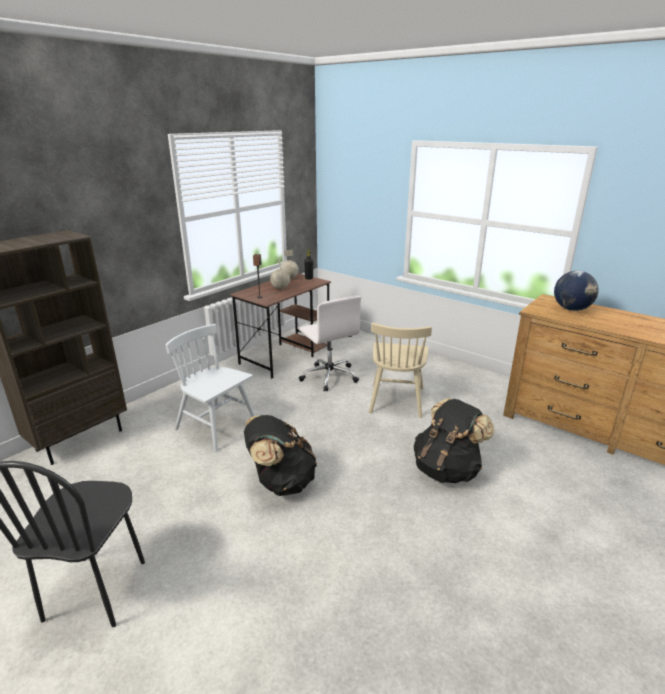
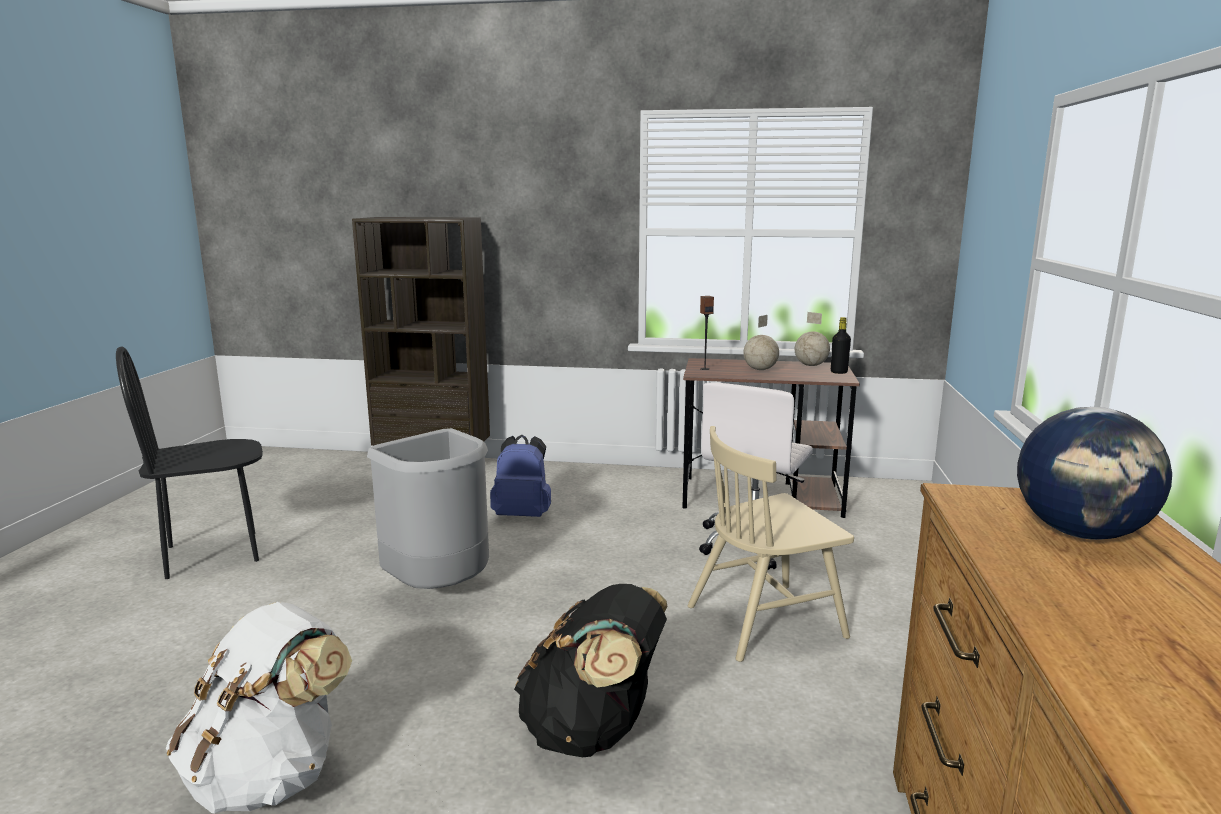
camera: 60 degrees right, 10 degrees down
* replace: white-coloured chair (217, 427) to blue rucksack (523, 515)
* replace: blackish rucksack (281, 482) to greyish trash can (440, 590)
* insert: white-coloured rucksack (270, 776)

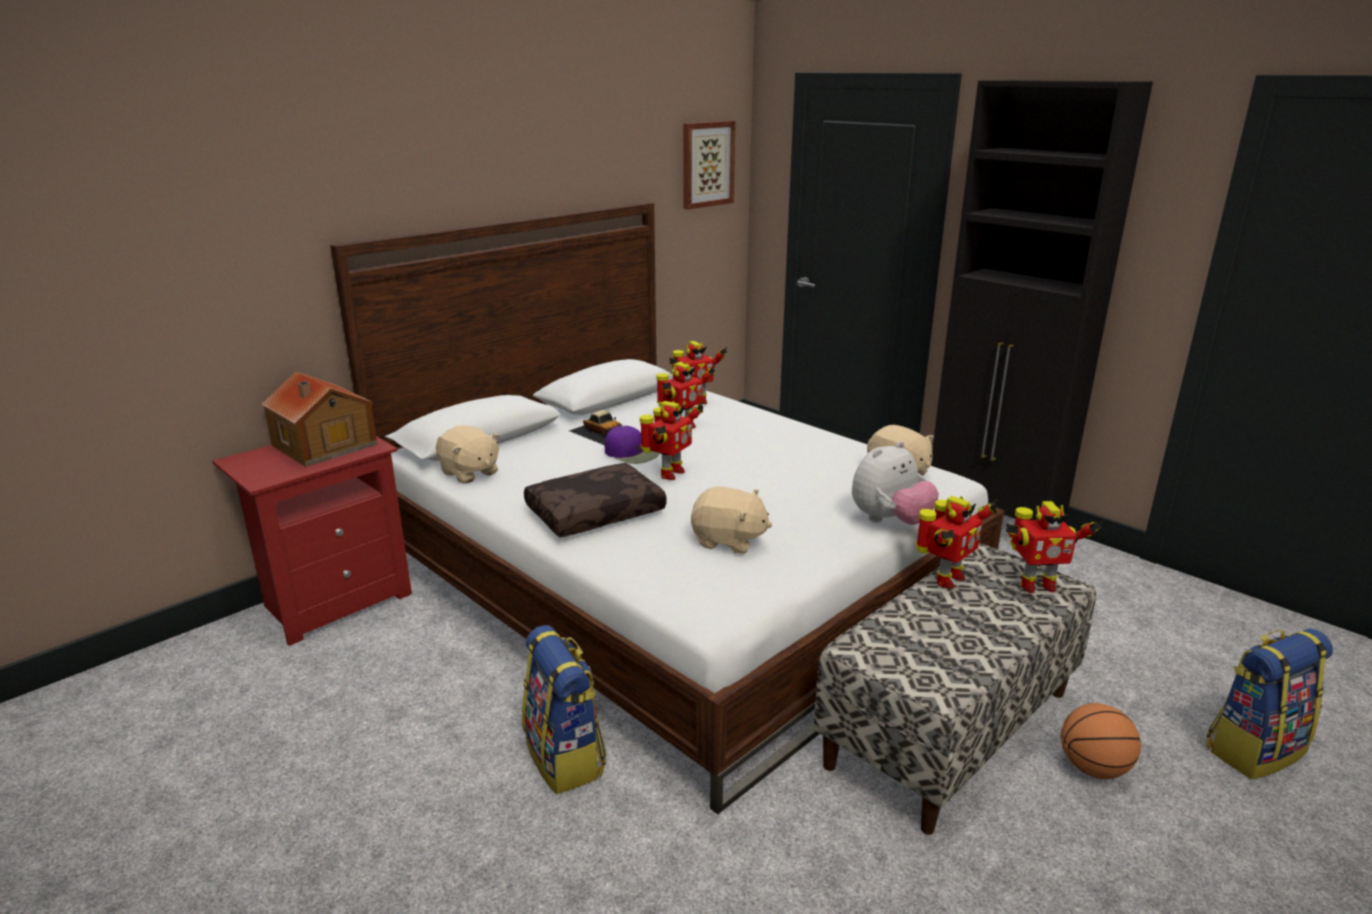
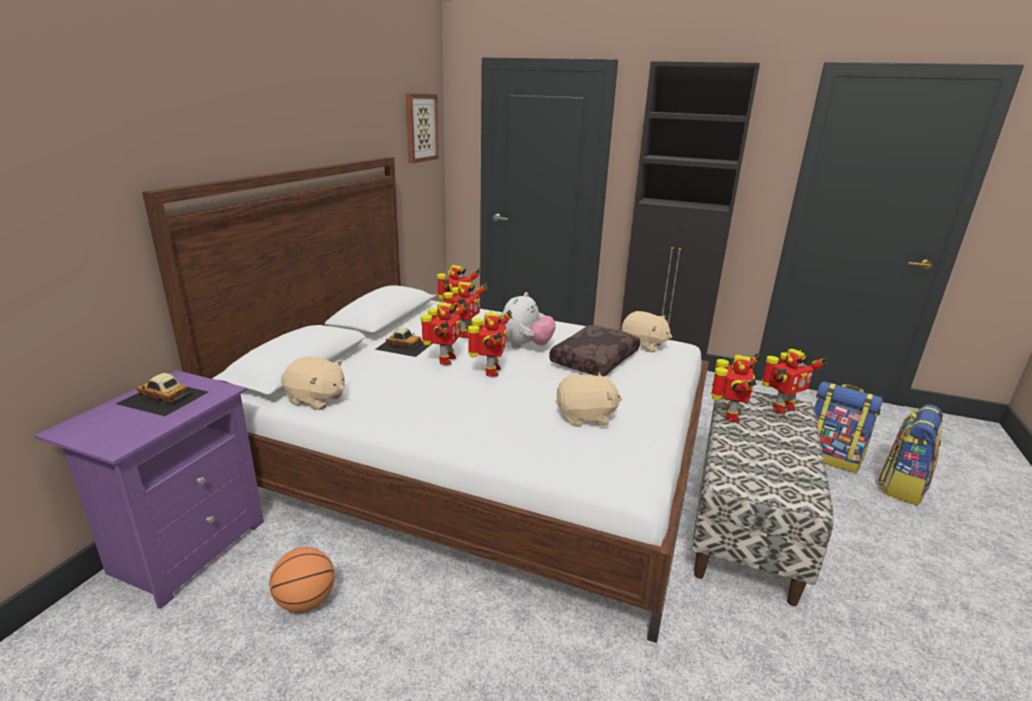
camera: 25 degrees left, 0 degrees up
* replace: toy house (323, 446) to miniature car (163, 398)
* replace: purple baseball cap (631, 453) to robot figure (445, 360)
* recolor: red-coloured nightstand (335, 601) to purple nightstand (185, 548)
* move: soft toy (890, 521) to (525, 346)
* move: brown throw pillow (595, 512) to (594, 359)
* move: rucksack (566, 757) to (831, 457)
* move: basketball (1093, 768) to (306, 601)

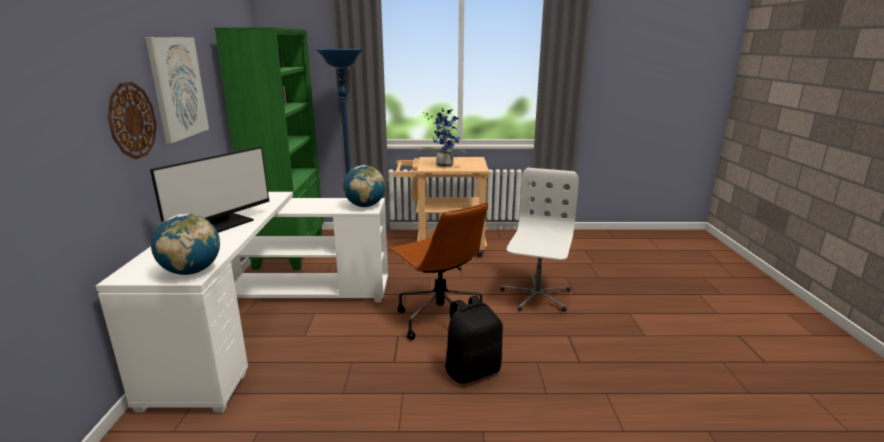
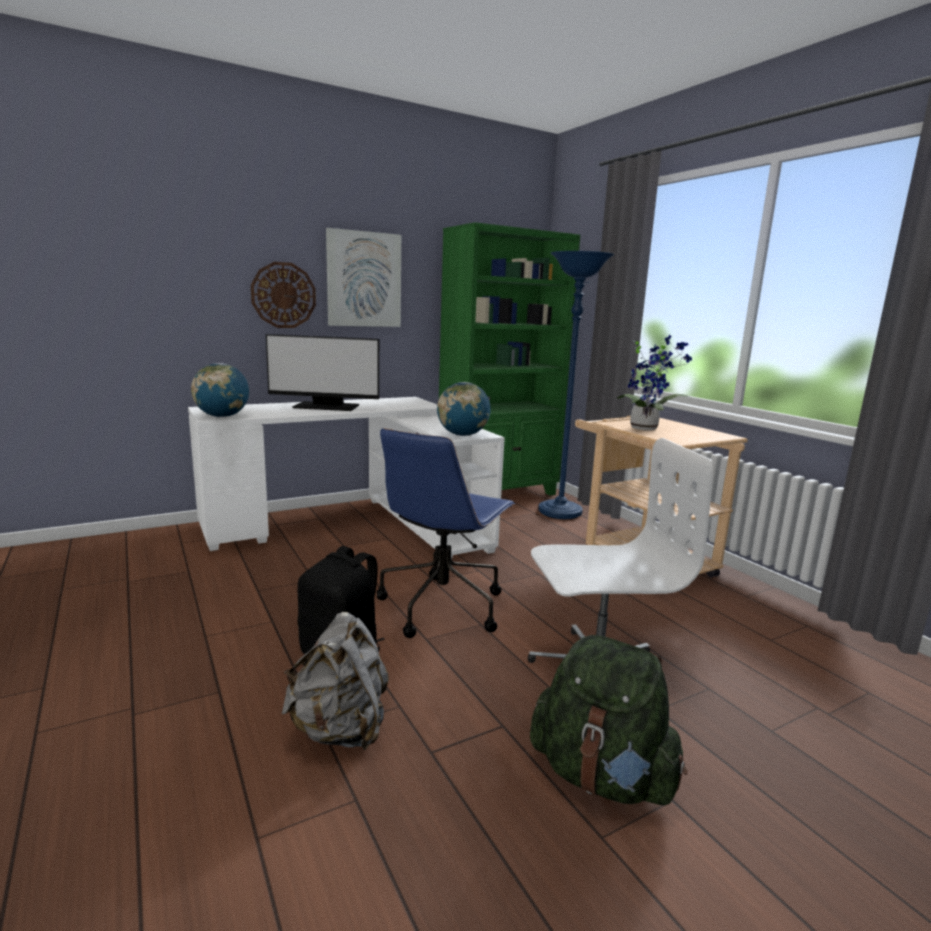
camera: 60 degrees right, 5 degrees down
* recolor: brown desk chair (439, 319) to blue desk chair (442, 605)
* insert: greyish rucksack (340, 729)
* insert: green-coloured rucksack (601, 776)

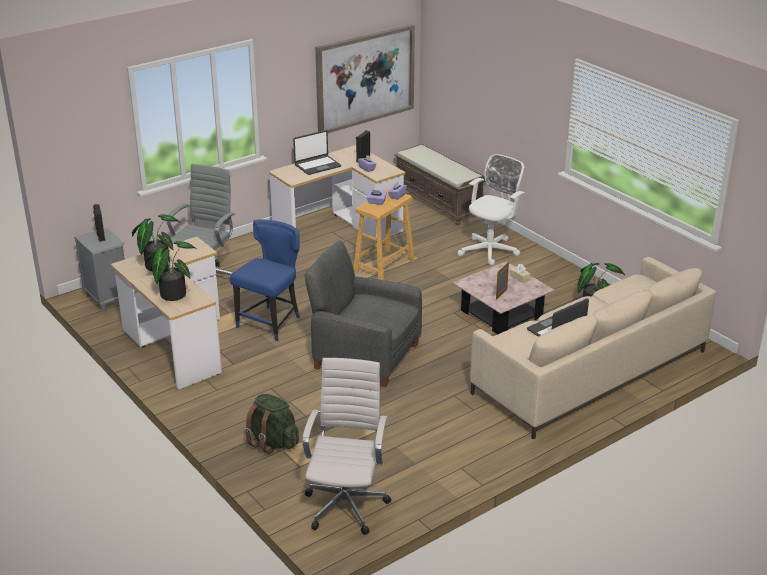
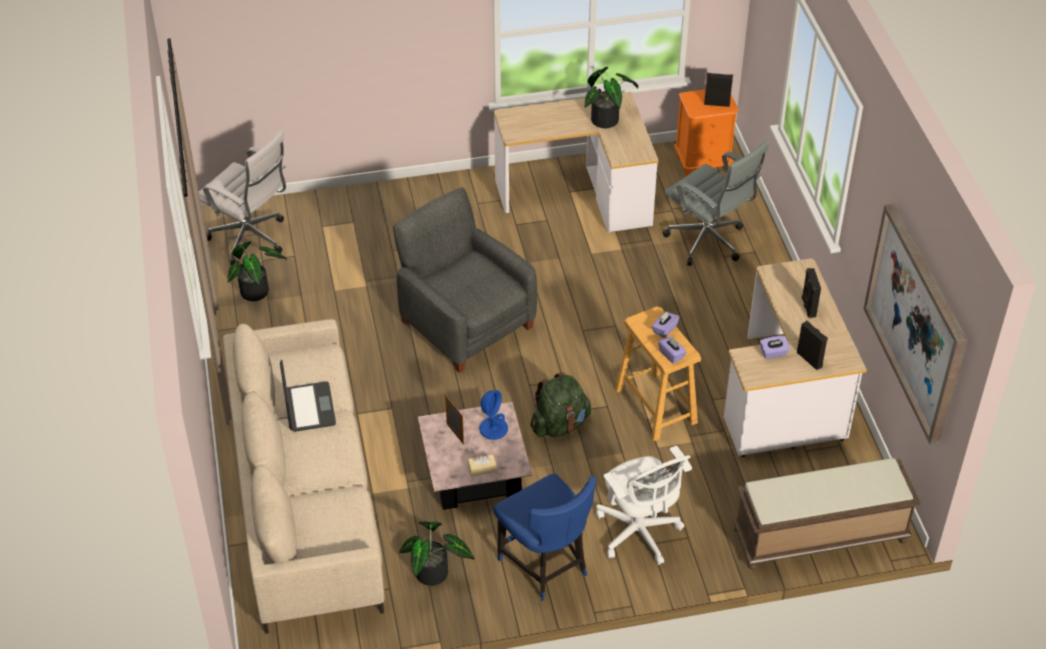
camera: 115 degrees right, 15 degrees up
* replace: laptop (317, 165) to blackish loudspeaker (808, 307)
* move: blue chair (271, 322) to (545, 566)
* recolor: greyish nightstand (107, 299) to orangey nightstand (703, 163)
* move: potted plant (172, 293) to (258, 292)
* rotate: greyish armchair (365, 355) = (465, 323) 90 degrees counterclockwise
* move: green-coloured rucksack (273, 442) to (560, 425)
* insert: blue lamp for a table (493, 428)

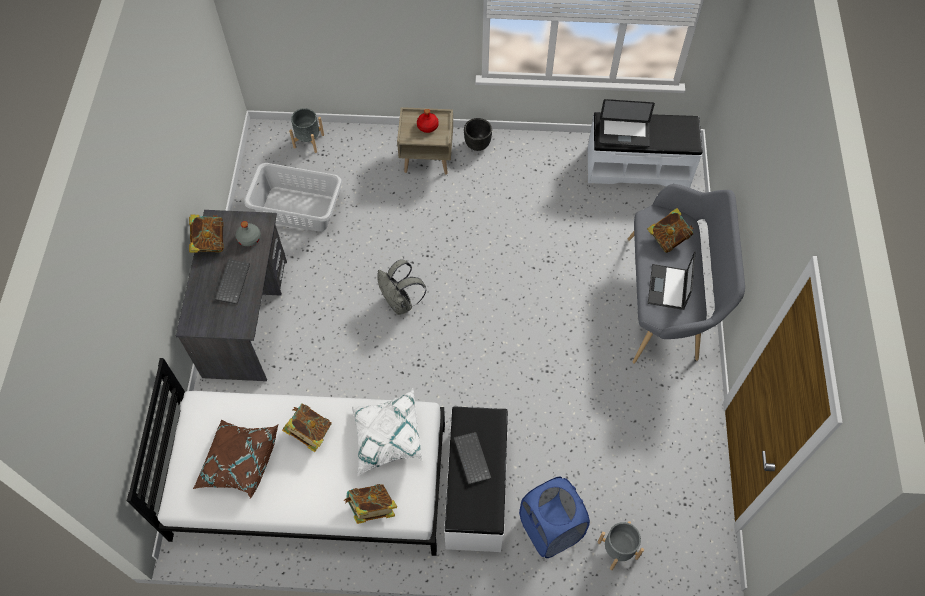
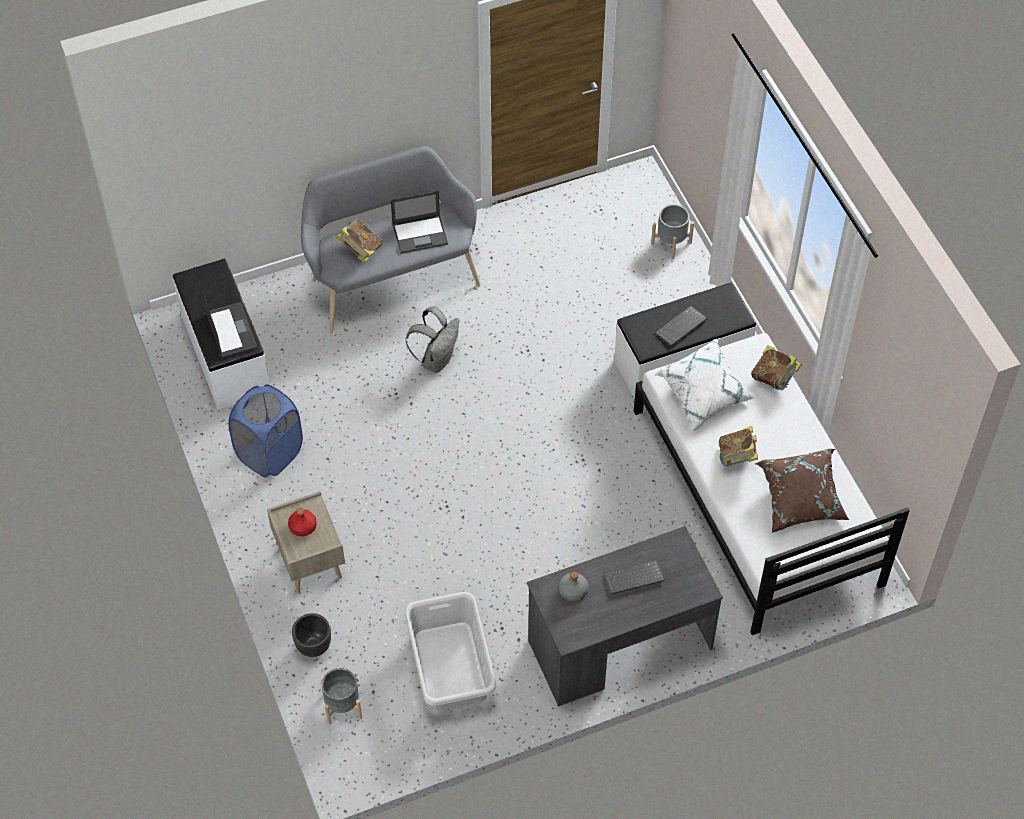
camera: 115 degrees left, 5 degrees down
* move: blackish planter (477, 145) to (313, 646)
* delete: bound book (209, 242)
* move: greyish rucksack (400, 303) to (436, 359)
* move: blue laundry basket (550, 529) to (270, 453)

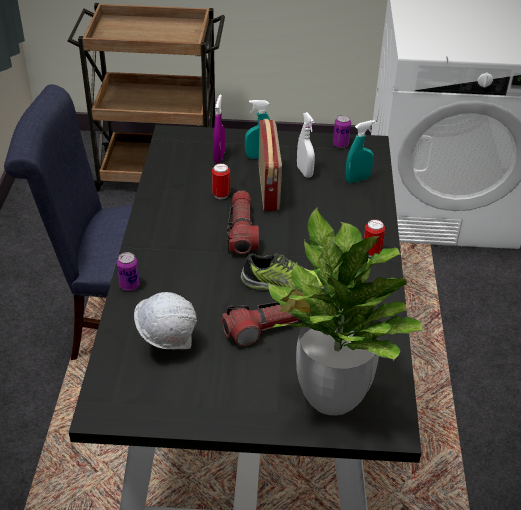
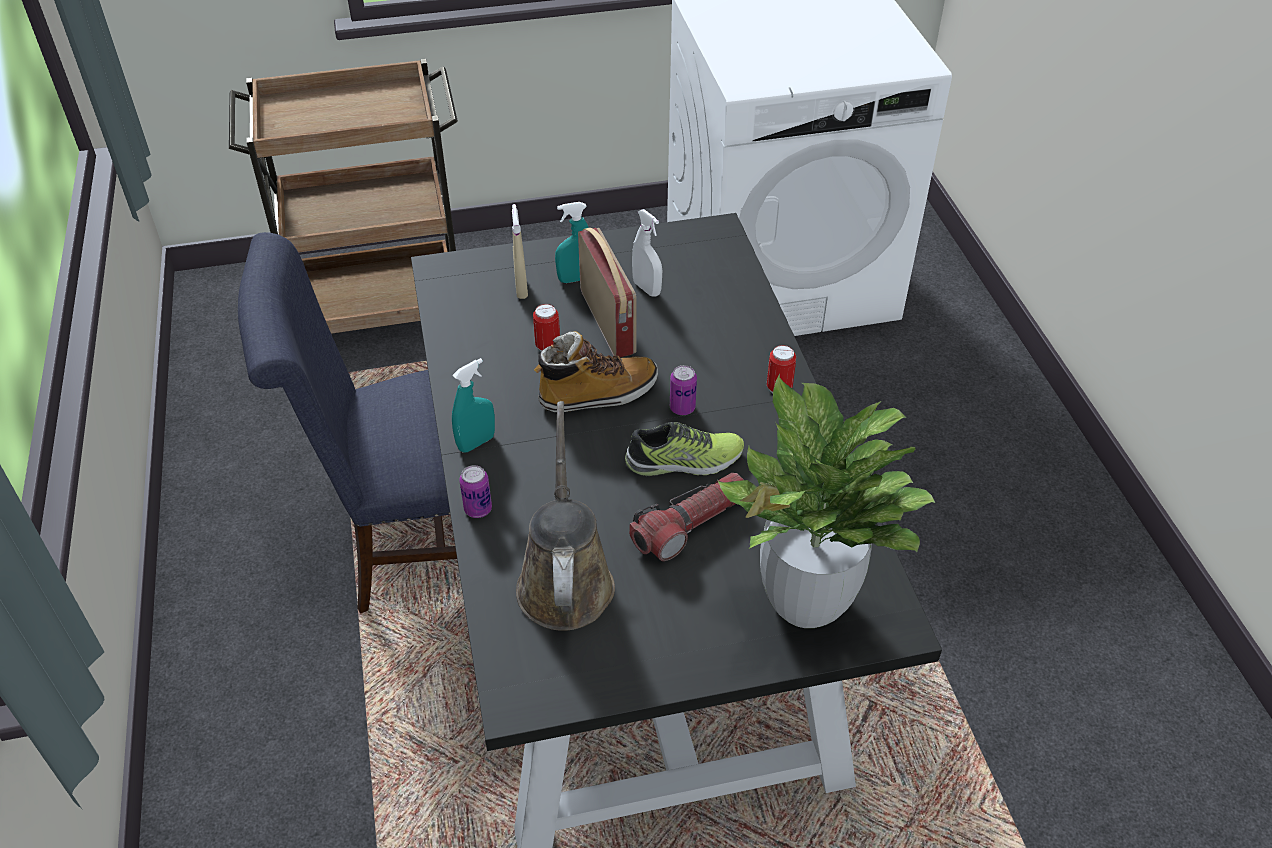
camera: 15 degrees left, 5 degrees up
* recolor: purple hand sprayer (219, 156) to sand-coloured hand sprayer (521, 289)
* move: metal can (340, 144) to (682, 408)
* move: blue-green hand sprayer (357, 179) to (476, 442)
* replace: flashlight (242, 231) to high-top boot (597, 394)
* replace: white-coloured hard hat (168, 342) to brown watering can (565, 579)

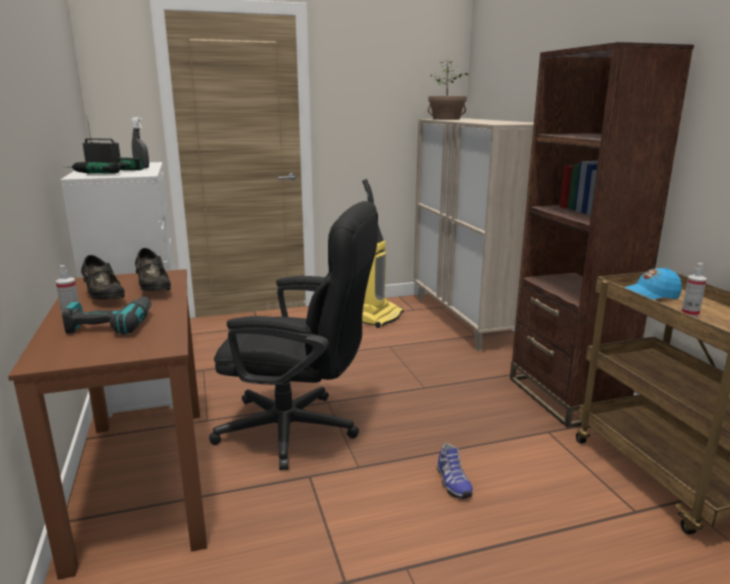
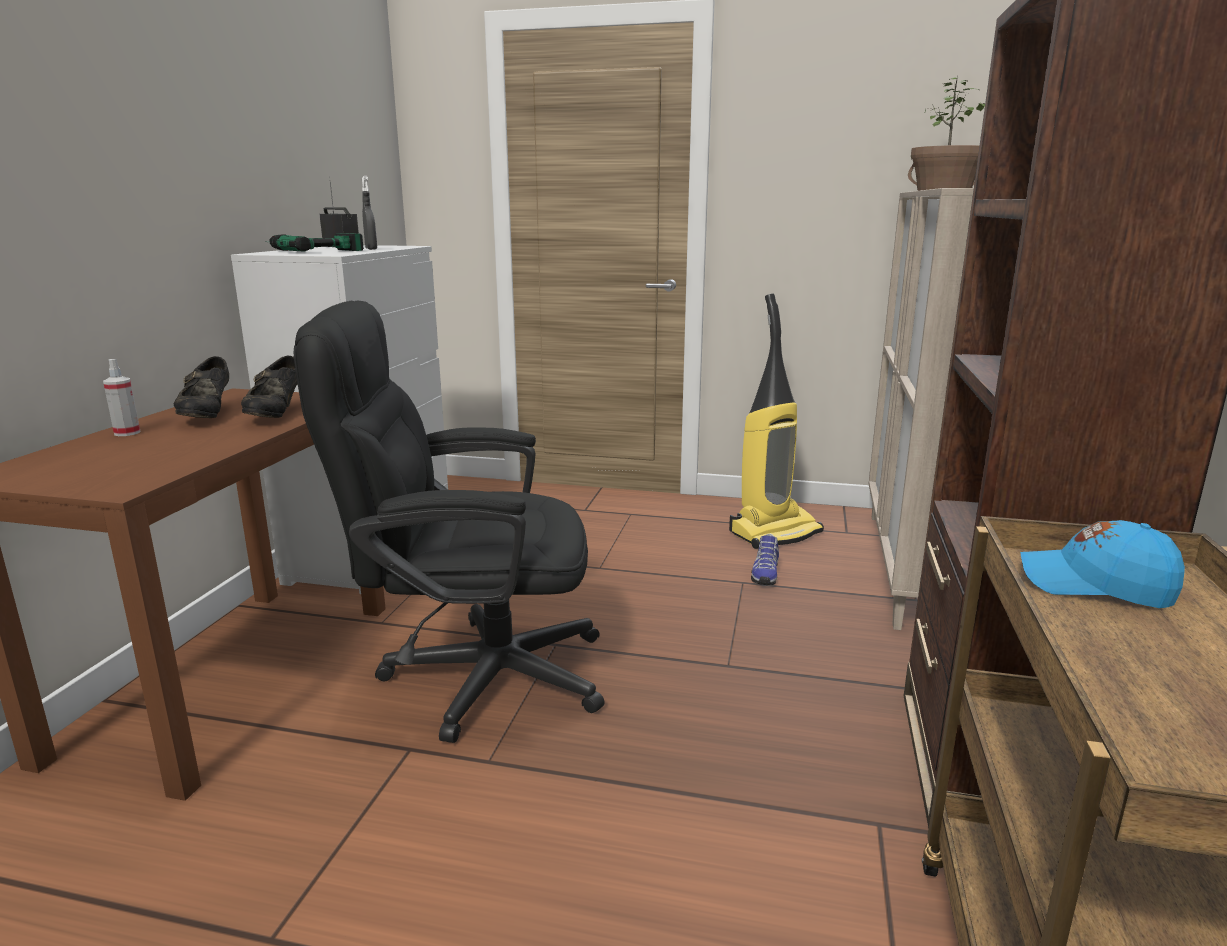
camera: 30 degrees right, 0 degrees up
* rotate: blackish desk chair (300, 430) = (473, 675) 135 degrees clockwise
* delete: hand sprayer (690, 314)
* delete: drill (111, 325)
* move: item of footwear (452, 483) to (764, 574)

